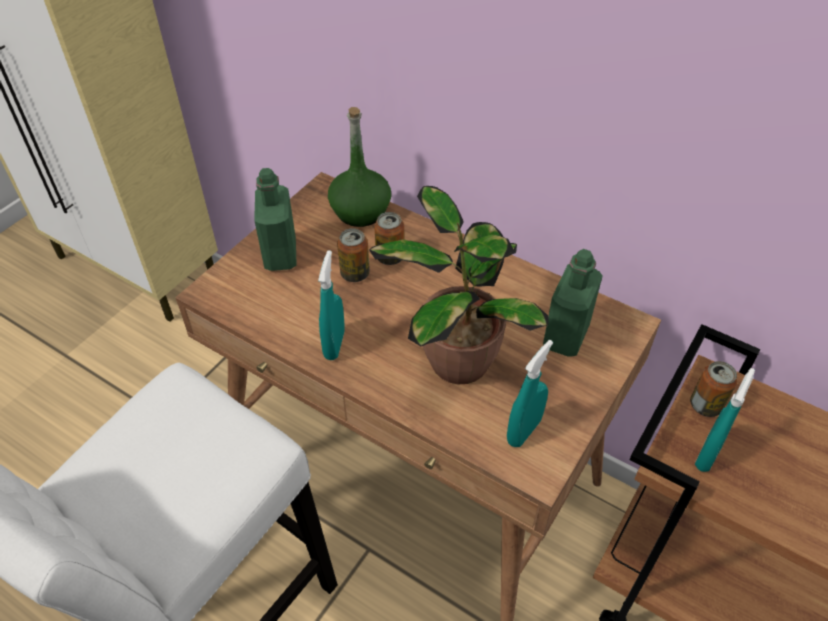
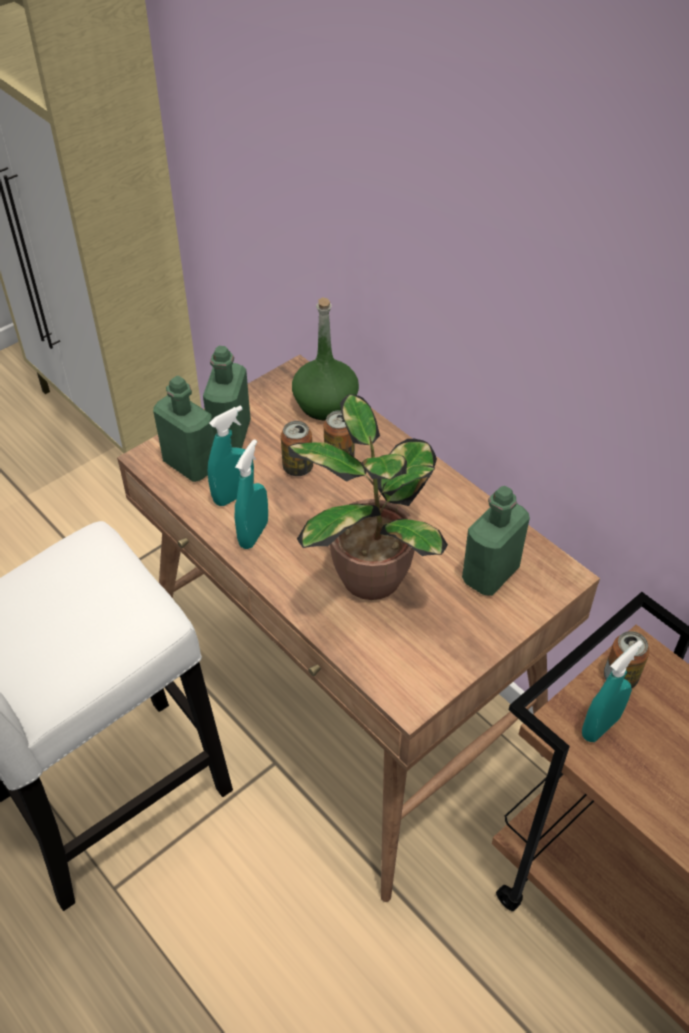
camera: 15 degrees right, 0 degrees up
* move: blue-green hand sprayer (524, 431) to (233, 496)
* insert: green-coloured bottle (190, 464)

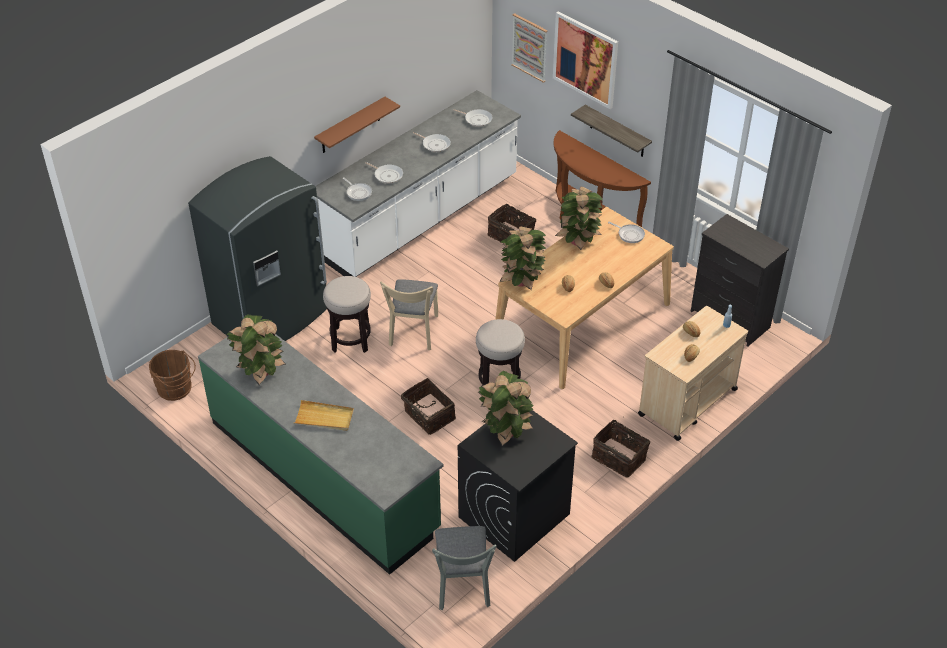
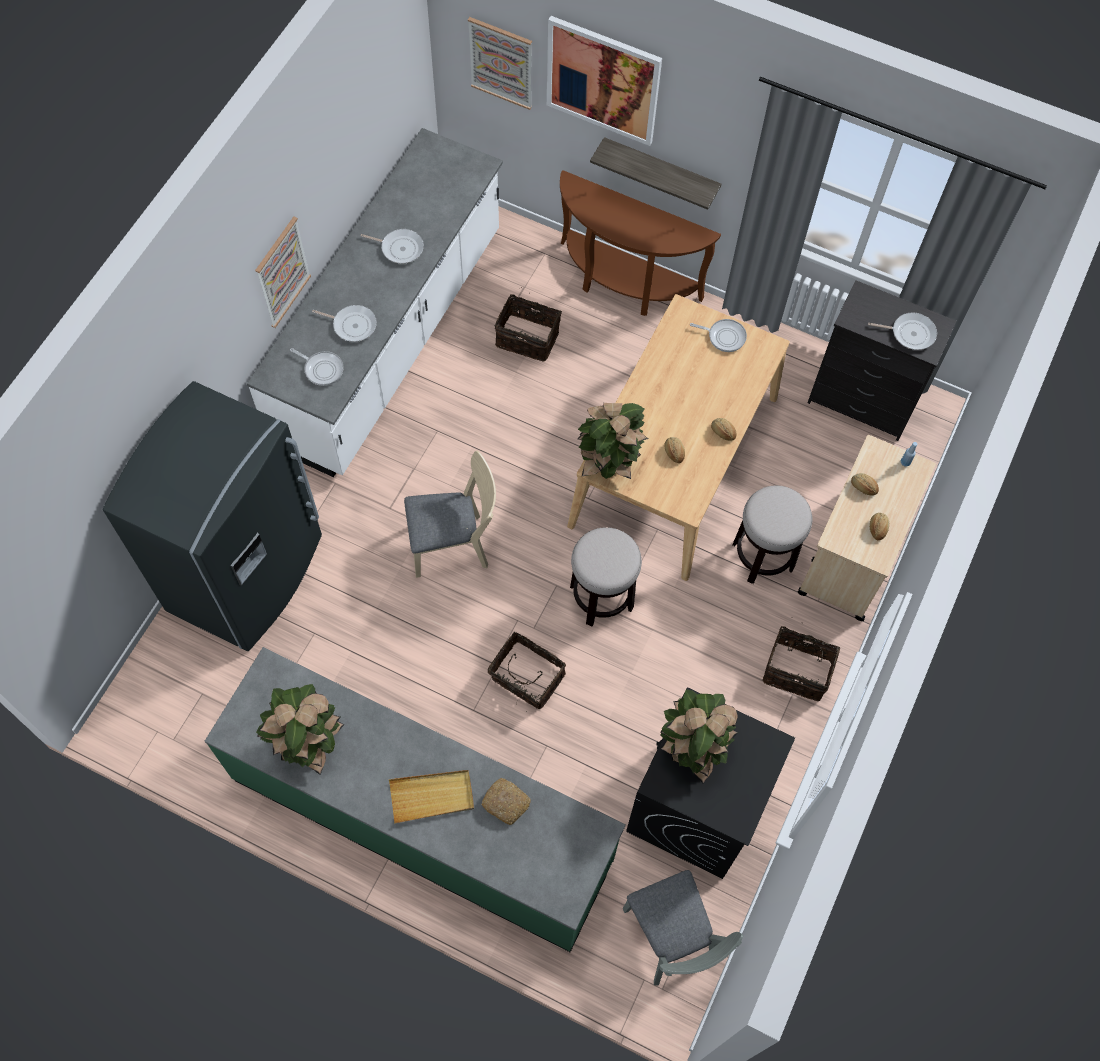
camera: 20 degrees left, 20 degrees up
* replace: brown bracket shelf (350, 126) to wall art (282, 272)
* move: pan (477, 119) to (910, 333)
* delete: potted plant (577, 242)
* move: stool seat (351, 340) to (763, 556)
* rotate: sand-coloured chair (413, 333) = (455, 545) 90 degrees counterclockwise
* delete: brown water bucket (176, 389)
* insert: bread (506, 803)

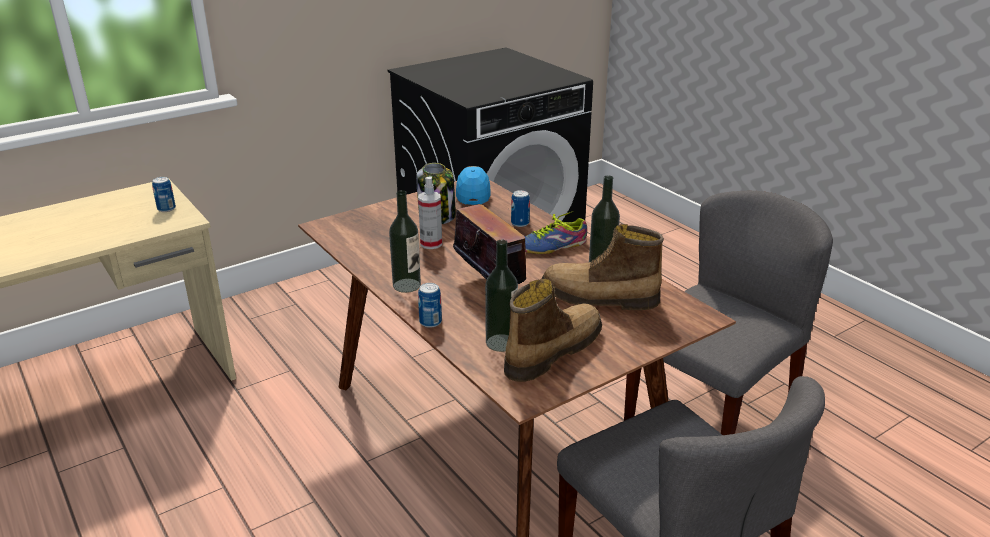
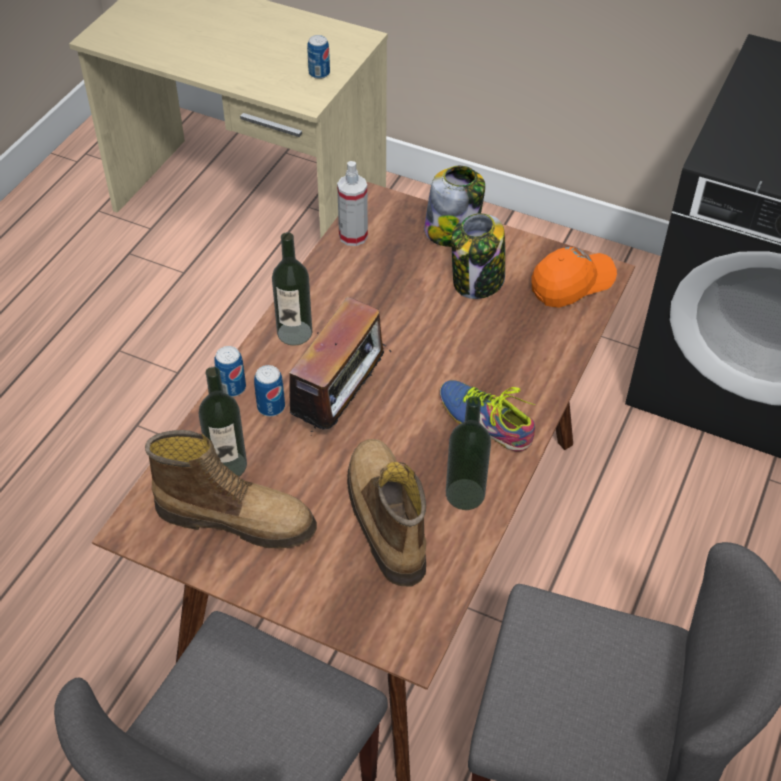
camera: 60 degrees right, 20 degrees up
* recolor: blue baseball cap (473, 192) to orangey baseball cap (572, 283)
* move: hand sprayer (431, 244) to (353, 236)
* move: metal can (520, 223) to (271, 407)
* insert: jar (452, 231)

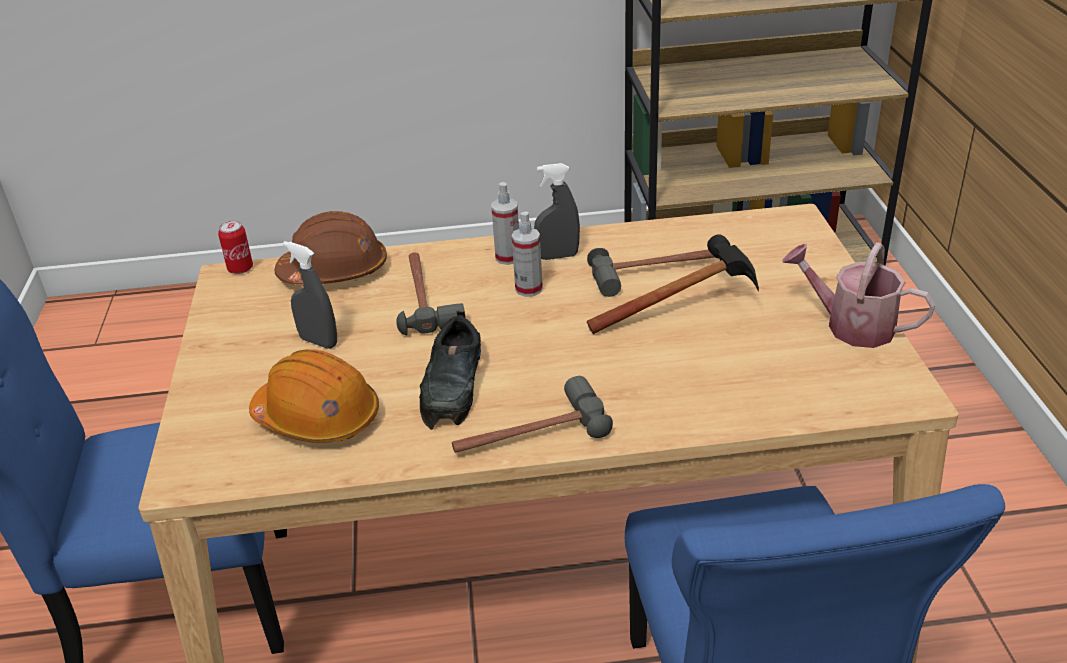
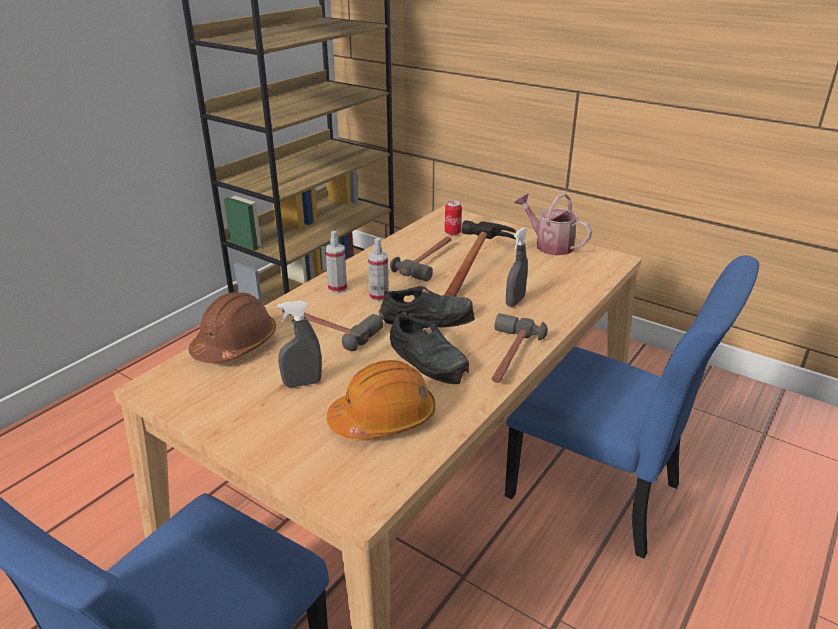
camera: 50 degrees left, 5 degrees down
* move: greyish hand sprayer (558, 256) to (515, 301)
* move: metal can (240, 268) to (452, 233)
* rotate: watering can (851, 325) = (549, 245) 60 degrees clockwise
* insert: blackish item of footwear (427, 317)

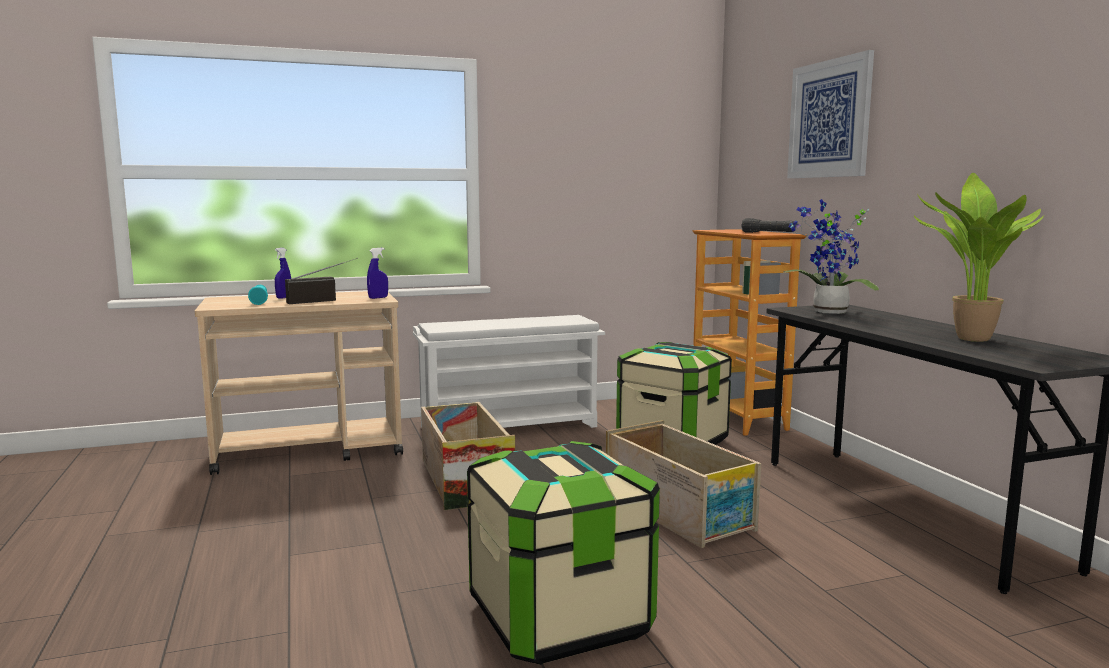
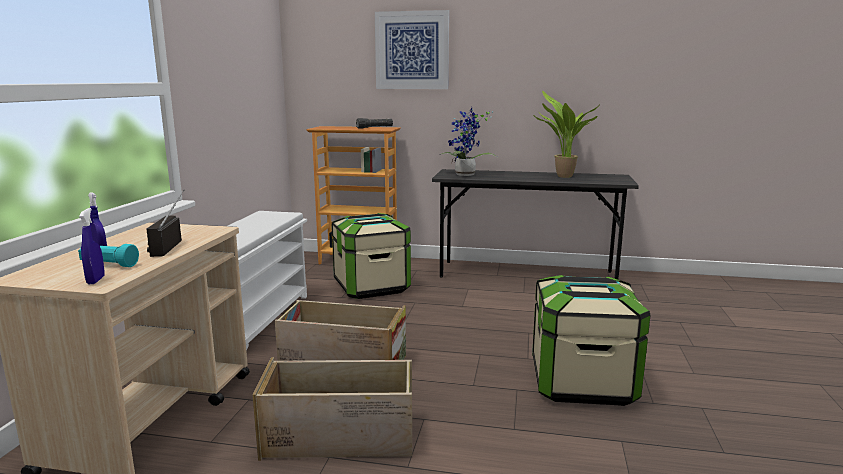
camera: 60 degrees left, 5 degrees up
* move: blue hand sprayer (378, 298) to (96, 280)
* move: packing crate (679, 512) to (341, 436)

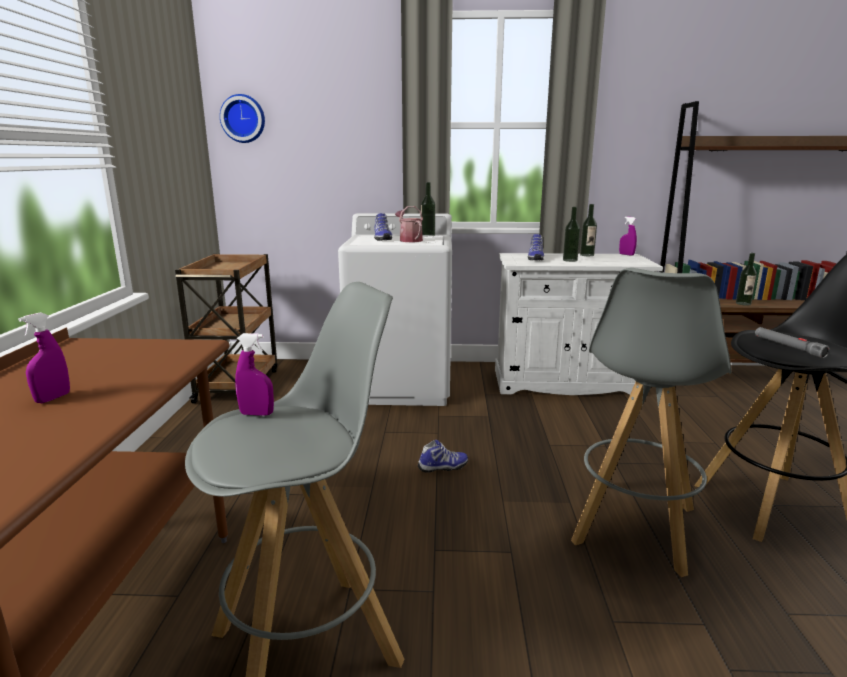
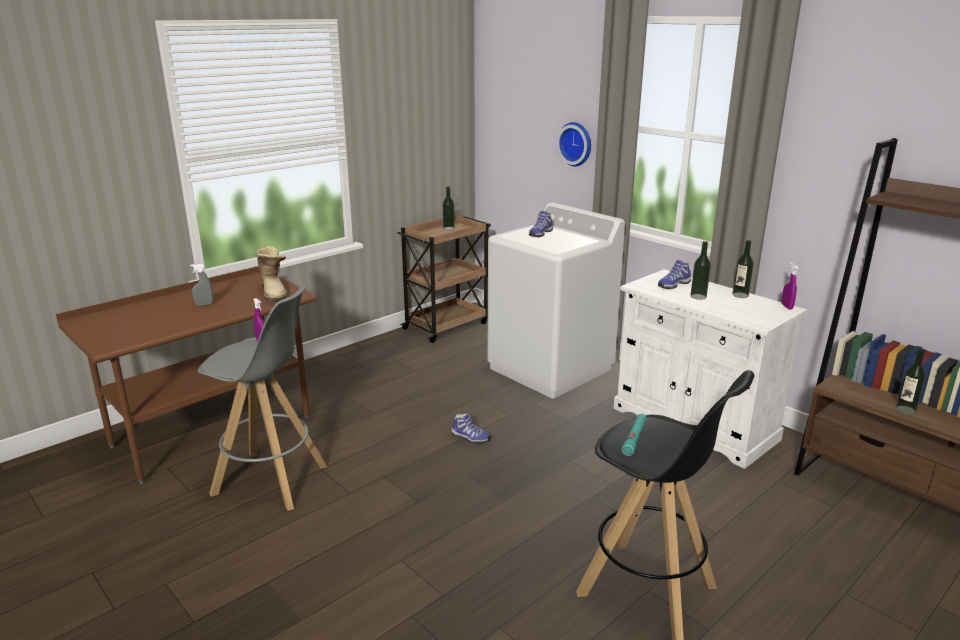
camera: 45 degrees right, 5 degrees up
* move: hanging clock (243, 119) to (576, 144)
* move: bottle (428, 235) to (448, 228)
* delete: watering can (409, 240)
* delete: greyish stool seat (634, 526)
* recolor: purple hand sprayer (53, 398) to greyish hand sprayer (204, 304)
* recolor: greyish flashlight (787, 347) to blue-green flashlight (634, 438)
* insert: high-top boot (275, 292)

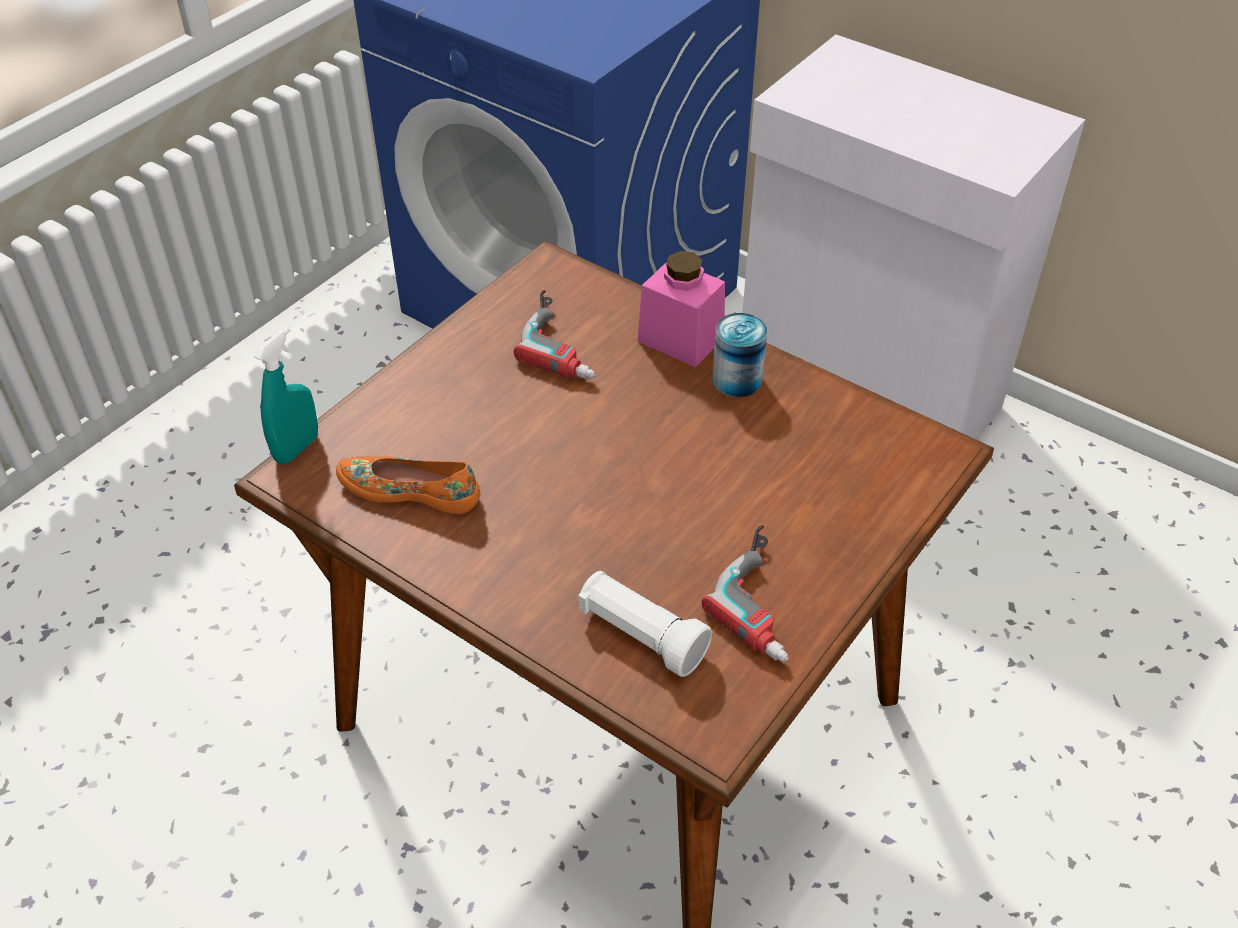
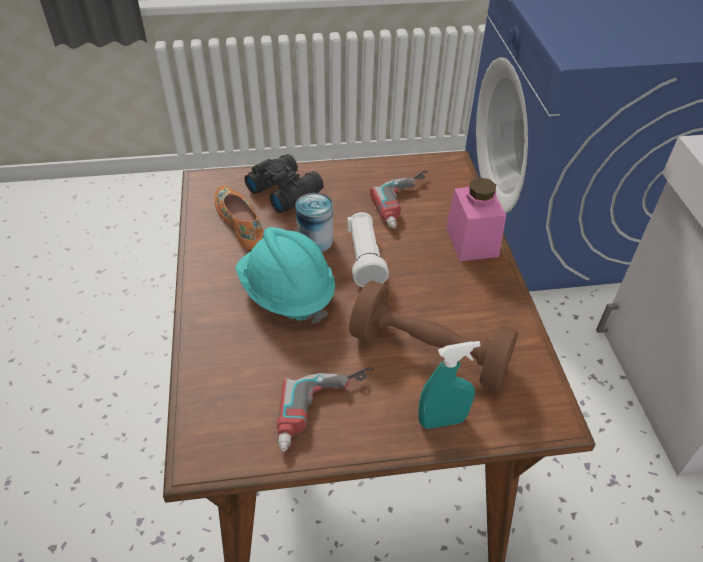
camera: 45 degrees right, 0 degrees up
* move: metal can (737, 380) to (315, 240)
* move: blue-green hand sprayer (297, 448) to (442, 420)
* move: white-coloured flashlight (641, 635) to (365, 259)
* insert: blackish binoculars (285, 190)
* insert: blue-green hard hat (287, 293)
* insert: brown hand weight (429, 352)

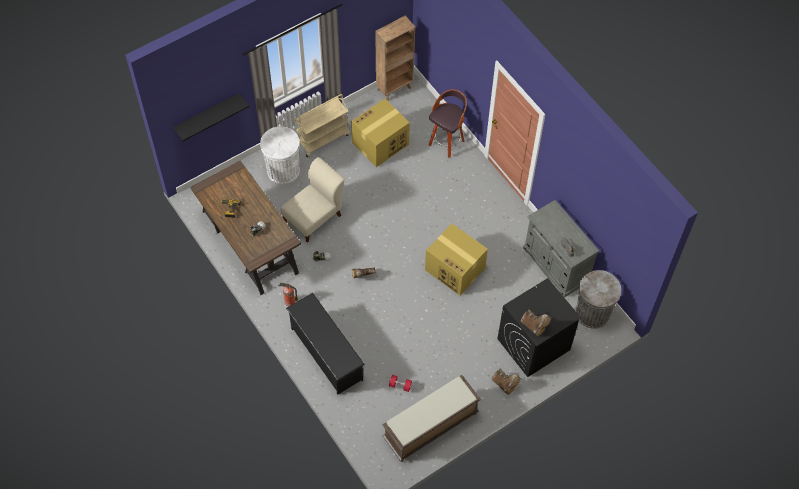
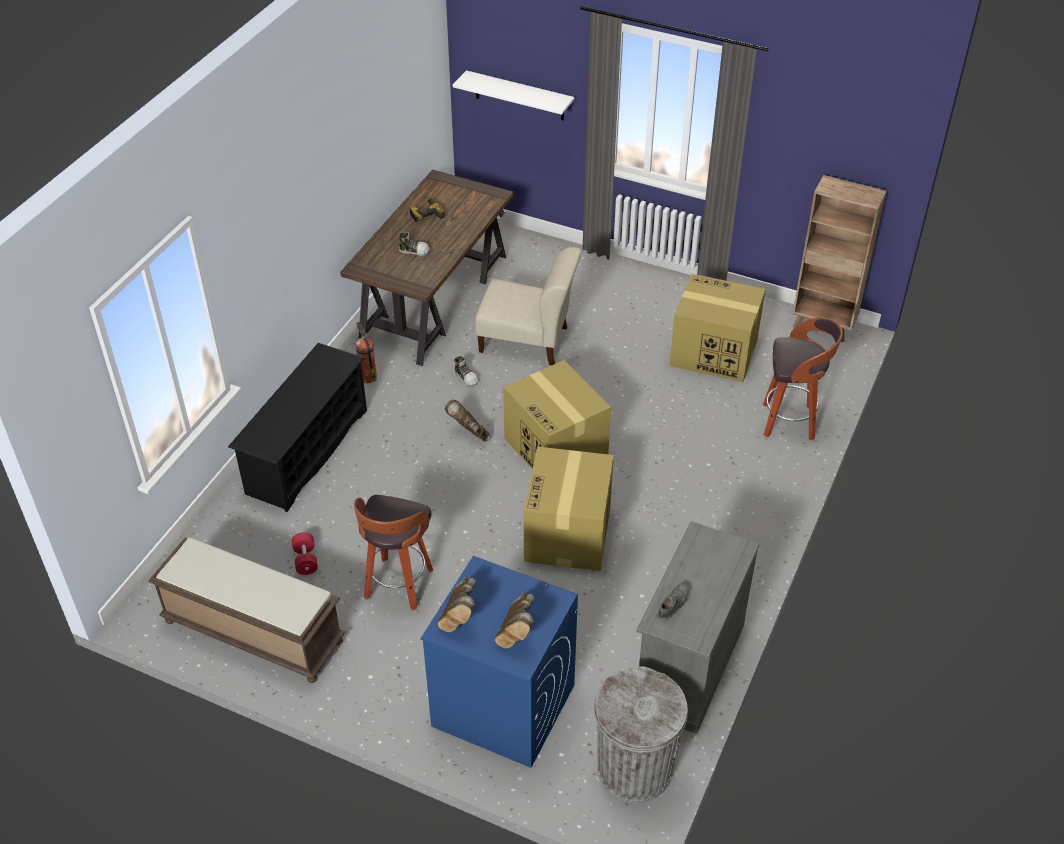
camera: 60 degrees right, 15 degrees down
* recolor: blackish bracket shelf (207, 115) to white-coloured bracket shelf (519, 96)
* delete: sand-coloured cart (323, 138)
* delete: white-coloured trash can (283, 170)
* recolor: blackish laundry appliance (533, 345) to blue laundry appliance (502, 705)
* move: brown high-top boot (504, 385) to (516, 633)
* insert: packing box (556, 448)
* insert: stool seat (398, 585)

